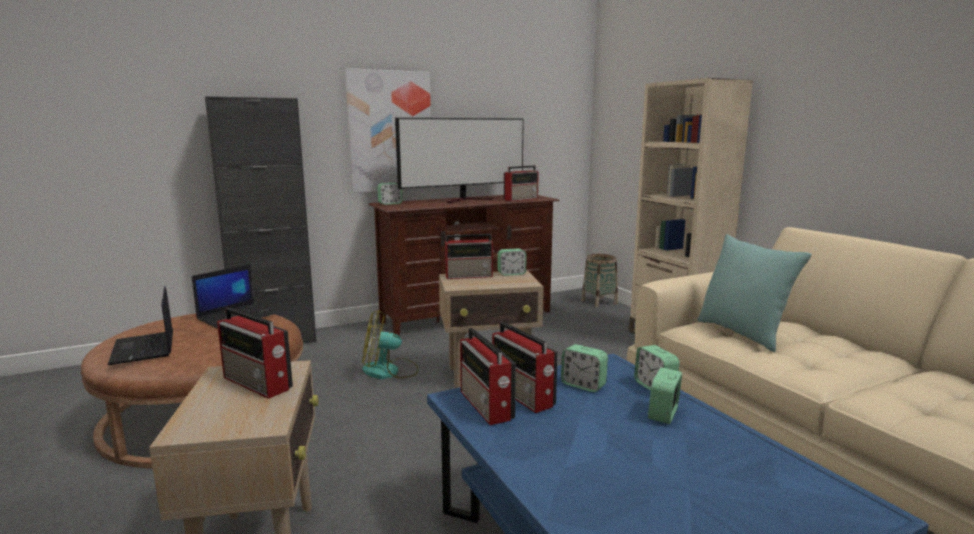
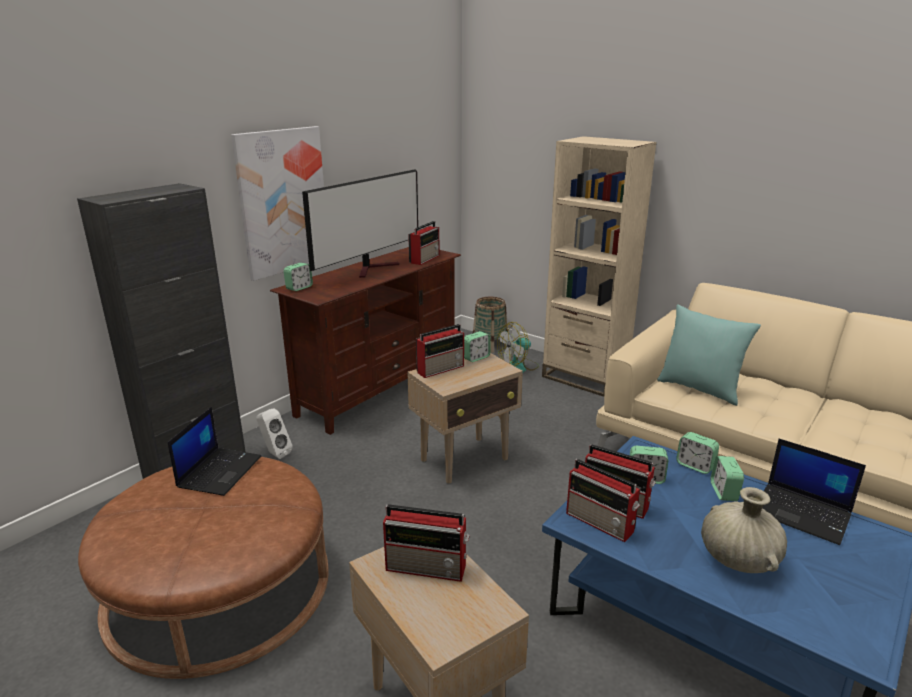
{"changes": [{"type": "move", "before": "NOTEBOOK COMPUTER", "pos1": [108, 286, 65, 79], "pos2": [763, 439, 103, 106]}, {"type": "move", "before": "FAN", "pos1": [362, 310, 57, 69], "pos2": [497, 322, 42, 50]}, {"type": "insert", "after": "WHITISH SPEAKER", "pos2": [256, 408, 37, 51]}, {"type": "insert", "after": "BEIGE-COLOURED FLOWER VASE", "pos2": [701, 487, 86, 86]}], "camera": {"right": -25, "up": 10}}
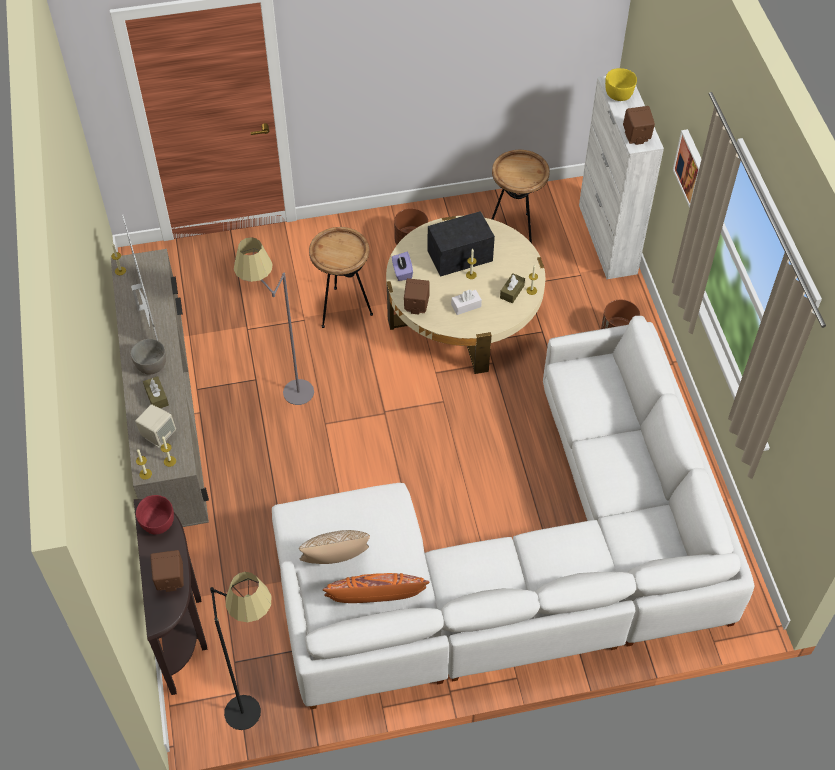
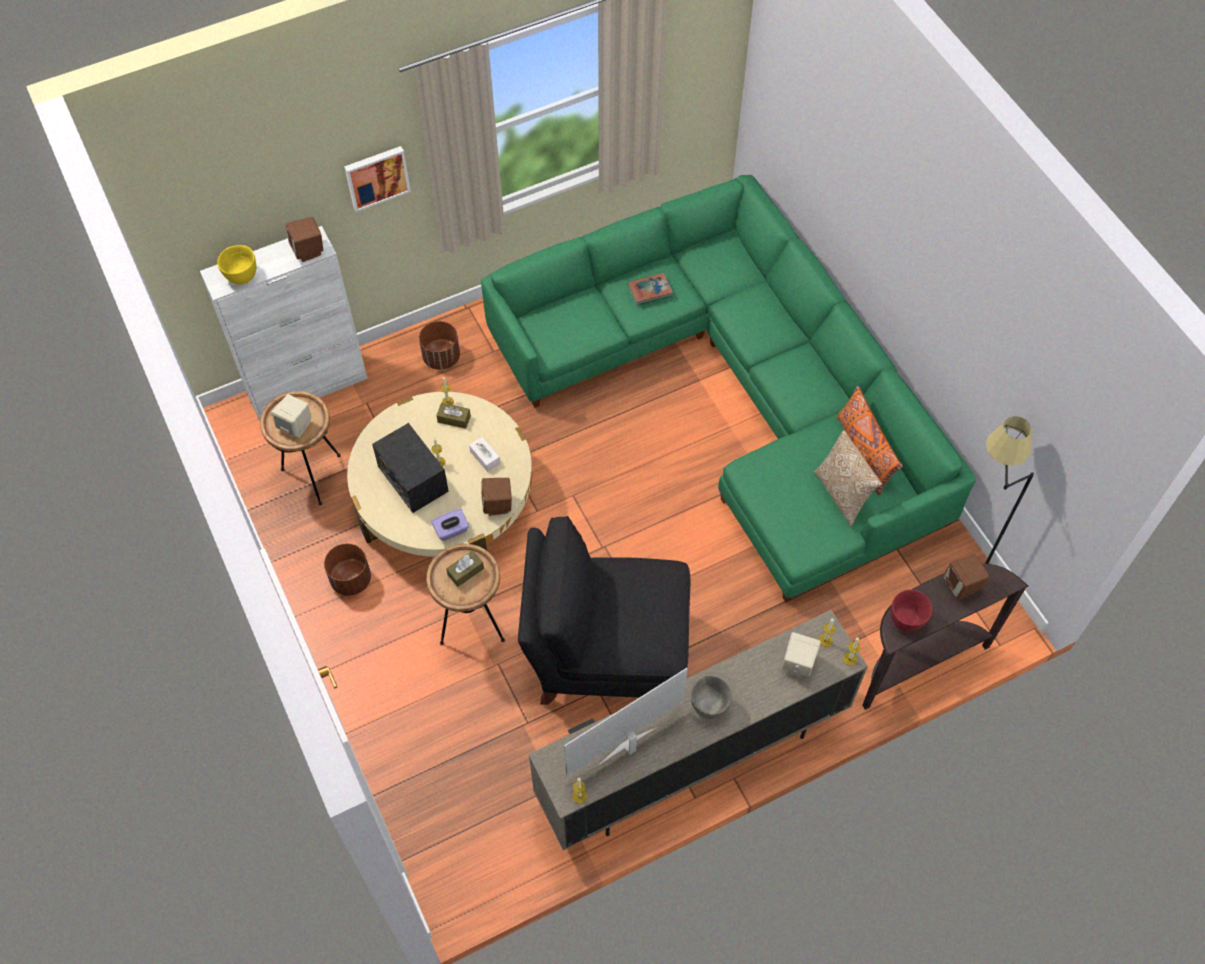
{"changes": [{"type": "move", "before": "BROWNISH TISSUE HOLDER", "pos1": [143, 376, 26, 32], "pos2": [446, 551, 38, 36]}, {"type": "replace", "before": "GREYISH STANDING LAMP", "after": "BLACK EASY CHAIR", "pos1": [234, 237, 80, 168], "pos2": [518, 516, 172, 189]}, {"type": "recolor", "before": "WHITISH SOFA", "after": "GREEN-COLOURED SOFA", "pos1": [272, 316, 482, 393], "pos2": [481, 175, 495, 427]}, {"type": "insert", "after": "BEIGE-COLOURED SPEAKER", "pos2": [272, 394, 39, 44]}, {"type": "insert", "after": "BOUND BOOK", "pos2": [627, 273, 46, 33]}], "camera": {"right": -105, "up": 5}}
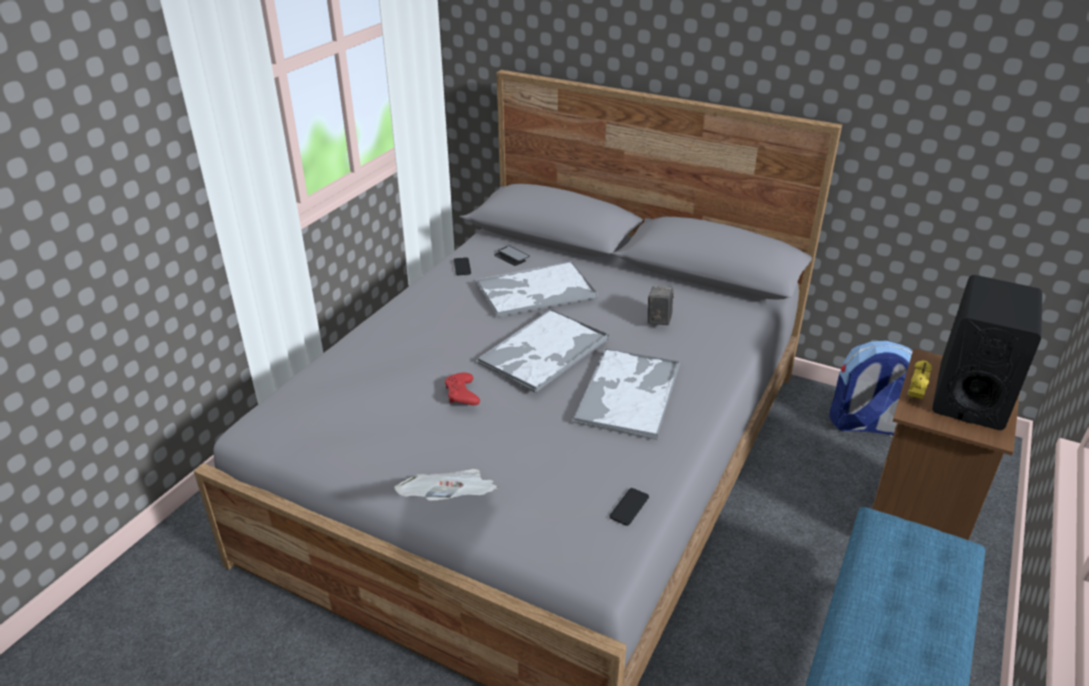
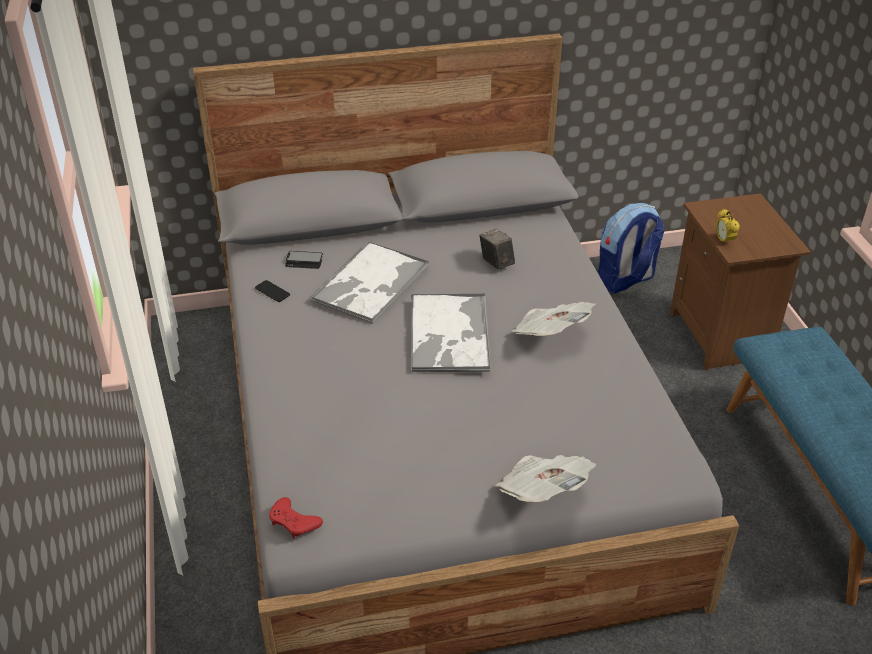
{"changes": [{"type": "move", "before": "RED GAME CONTROLLER", "pos1": [445, 373, 35, 32], "pos2": [269, 497, 54, 41]}, {"type": "replace", "before": "CARRYING TRAY", "after": "PRINTED PAPER", "pos1": [573, 349, 107, 91], "pos2": [511, 302, 85, 34]}, {"type": "delete", "before": "PHONE", "pos1": [610, 488, 39, 38]}, {"type": "delete", "before": "BLACK SPEAKER", "pos1": [932, 275, 110, 155]}], "camera": {"right": -40, "up": 5}}
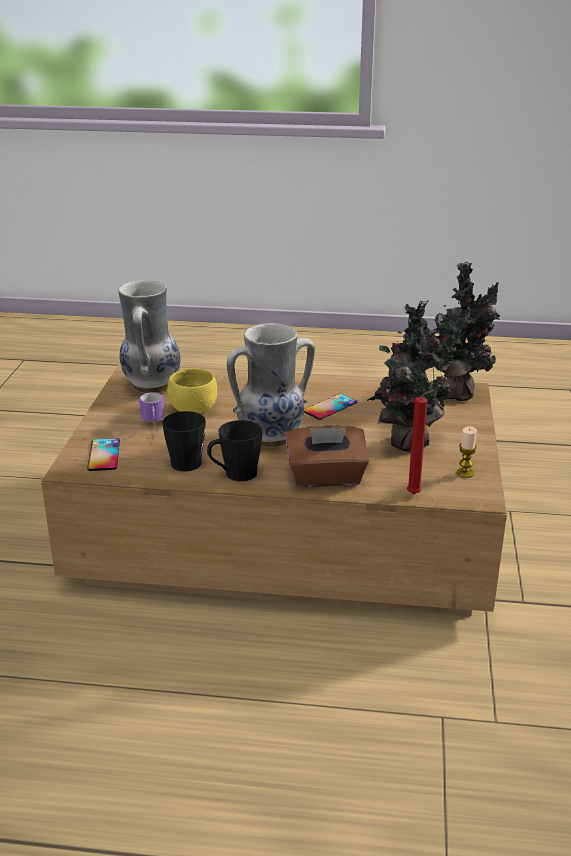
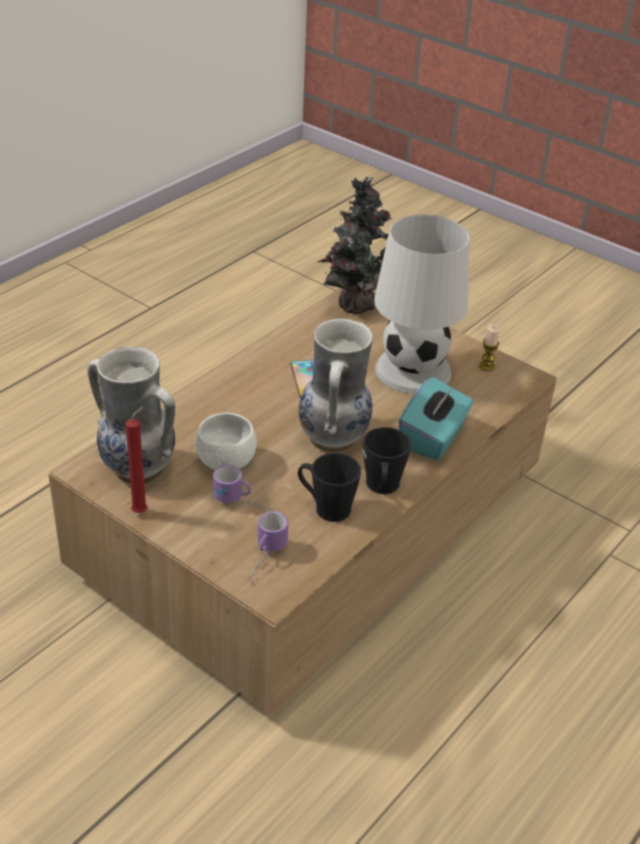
{"changes": [{"type": "replace", "before": "PHONE", "after": "COFFEE MUG", "pos1": [87, 438, 33, 33], "pos2": [248, 511, 40, 70]}, {"type": "recolor", "before": "YELLOW SERVING BOWL", "after": "WHITISH SERVING BOWL", "pos1": [167, 368, 50, 46], "pos2": [195, 413, 62, 57]}, {"type": "recolor", "before": "BROWNISH TISSUE HOLDER", "after": "BLUE-GREEN TISSUE HOLDER", "pos1": [285, 425, 84, 63], "pos2": [399, 377, 74, 84]}, {"type": "replace", "before": "POTTED PLANT", "after": "WHITISH TABLE LAMP", "pos1": [367, 300, 84, 152], "pos2": [374, 214, 95, 180]}, {"type": "move", "before": "RED WAX CANDLE", "pos1": [407, 390, 28, 104], "pos2": [126, 406, 21, 107]}], "camera": {"right": -60, "up": 10}}
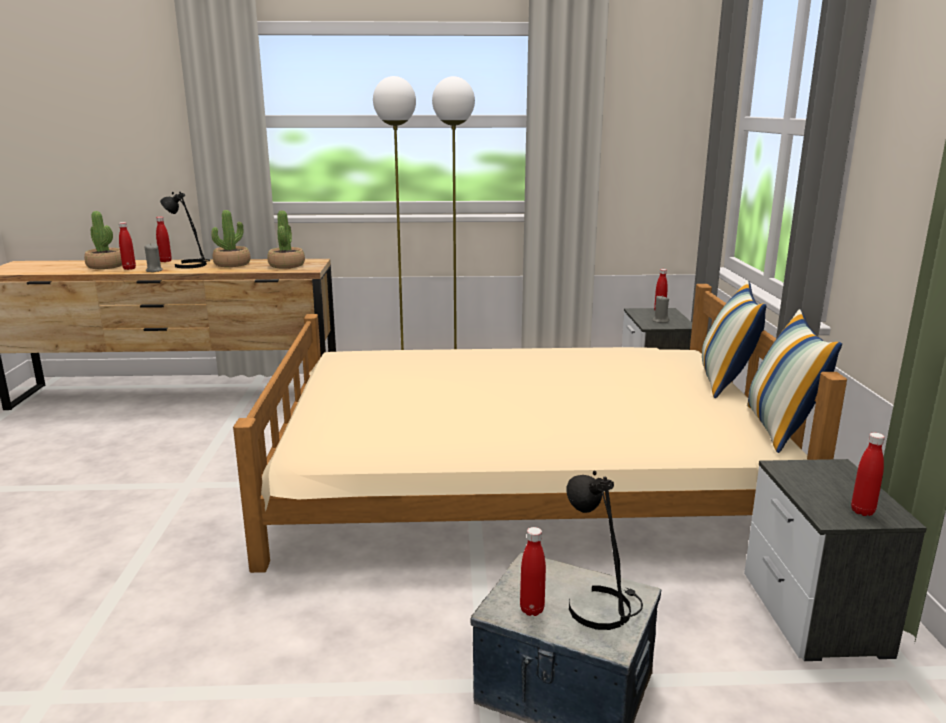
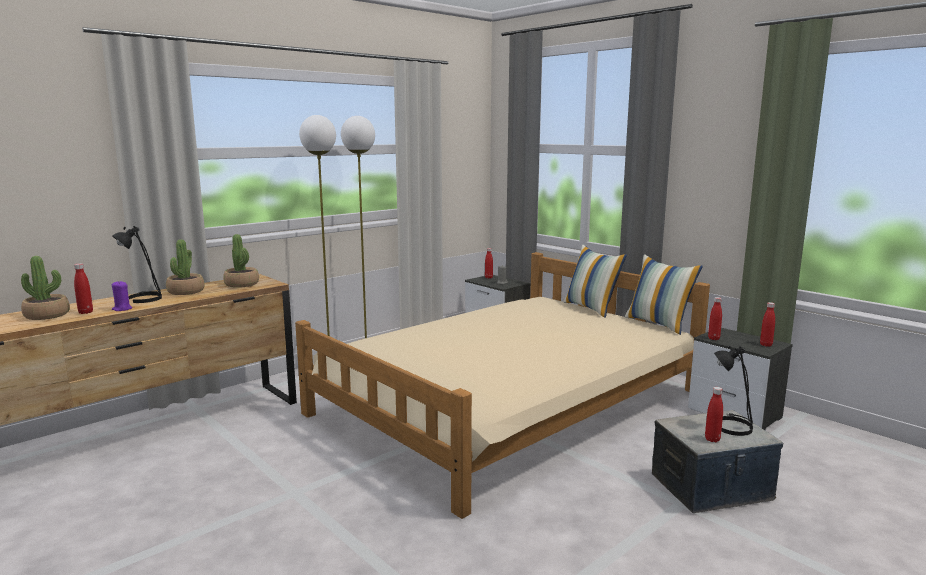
{"changes": [{"type": "recolor", "before": "GREYISH WAX CANDLE", "after": "PURPLE-COLOURED WAX CANDLE", "pos1": [144, 243, 19, 29], "pos2": [112, 281, 20, 30]}, {"type": "move", "before": "RED BOTTLE", "pos1": [156, 217, 16, 45], "pos2": [708, 297, 14, 43]}], "camera": {"right": -40, "up": -5}}
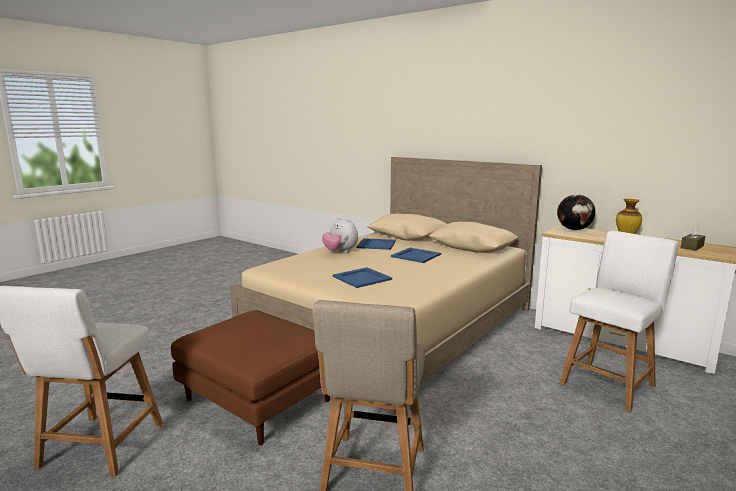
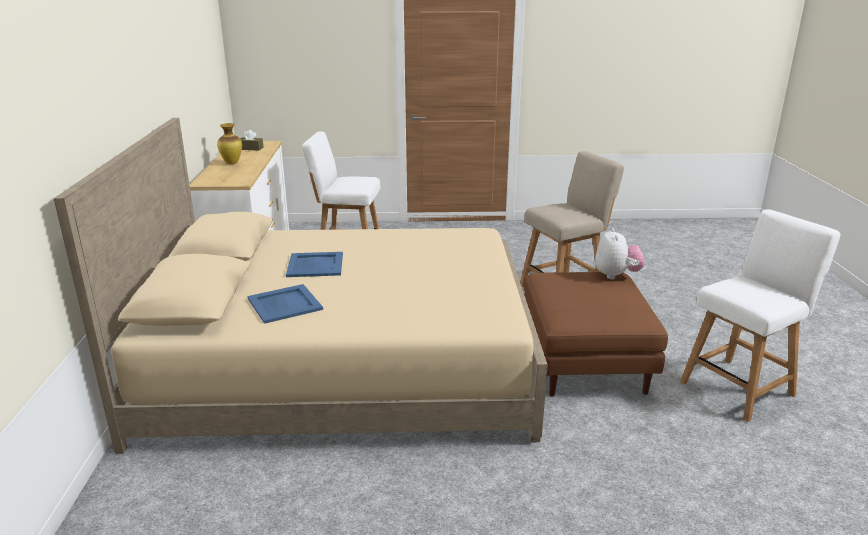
{"changes": [{"type": "move", "before": "SOFT TOY", "pos1": [322, 217, 36, 36], "pos2": [595, 228, 50, 51]}, {"type": "delete", "before": "BLUE-COLOURED CARRYING TRAY", "pos1": [333, 267, 59, 21]}, {"type": "delete", "before": "WORLD GLOBE", "pos1": [557, 194, 38, 36]}], "camera": {"right": -130, "up": 10}}
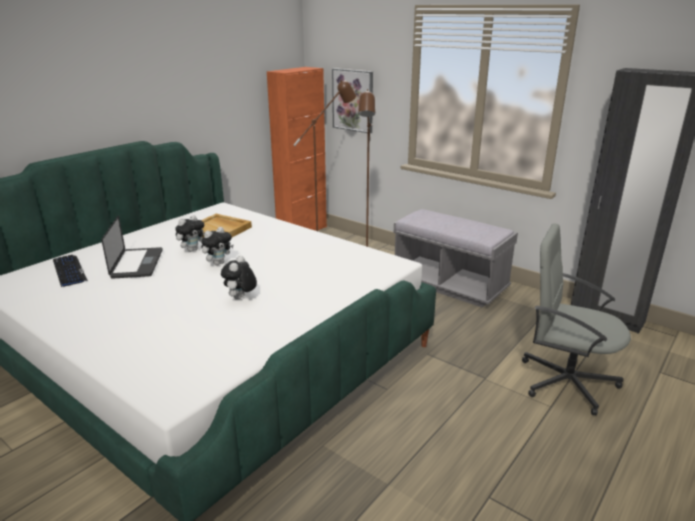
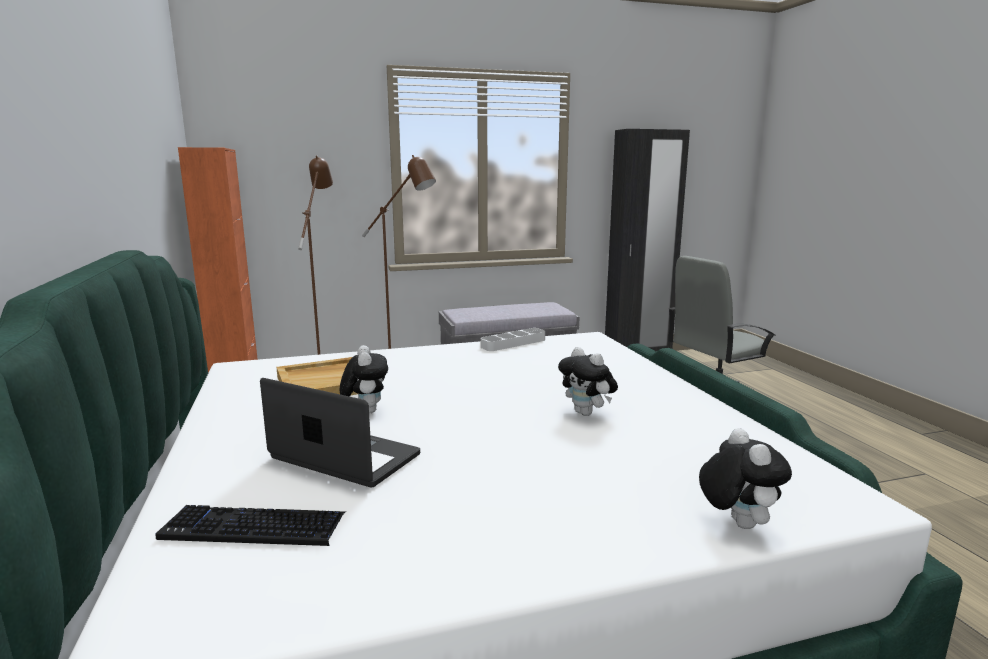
{"changes": [{"type": "move", "before": "SOFT TOY", "pos1": [201, 227, 33, 38], "pos2": [699, 428, 93, 101]}, {"type": "delete", "before": "WALL PICTURE", "pos1": [332, 68, 41, 65]}, {"type": "insert", "after": "WHITISH CARRYING TRAY", "pos2": [481, 328, 64, 23]}], "camera": {"right": -55, "up": -10}}
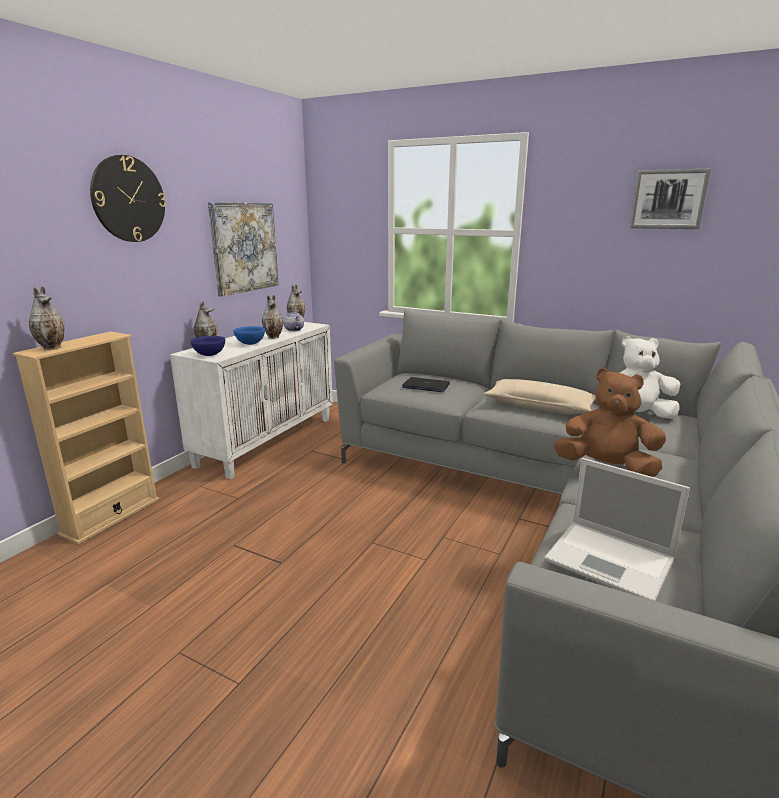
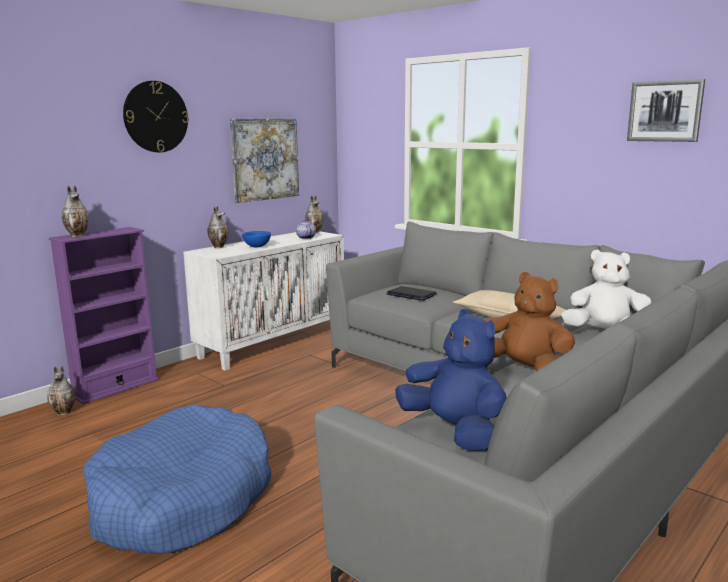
{"changes": [{"type": "recolor", "before": "BEIGE-COLOURED BOOKSHELF", "after": "PURPLE-COLOURED BOOKSHELF", "pos1": [13, 331, 146, 213], "pos2": [49, 227, 110, 177]}, {"type": "delete", "before": "BLUE-COLOURED SERVING BOWL", "pos1": [190, 336, 35, 20]}, {"type": "move", "before": "FLOWER VASE", "pos1": [262, 295, 21, 44], "pos2": [47, 366, 28, 50]}, {"type": "replace", "before": "NOTEBOOK COMPUTER", "after": "BLUE-COLOURED SOFT TOY", "pos1": [544, 458, 146, 143], "pos2": [395, 309, 112, 141]}, {"type": "insert", "after": "BLUE-COLOURED PET BED", "pos2": [83, 404, 189, 150]}], "camera": {"right": 15, "up": -5}}
